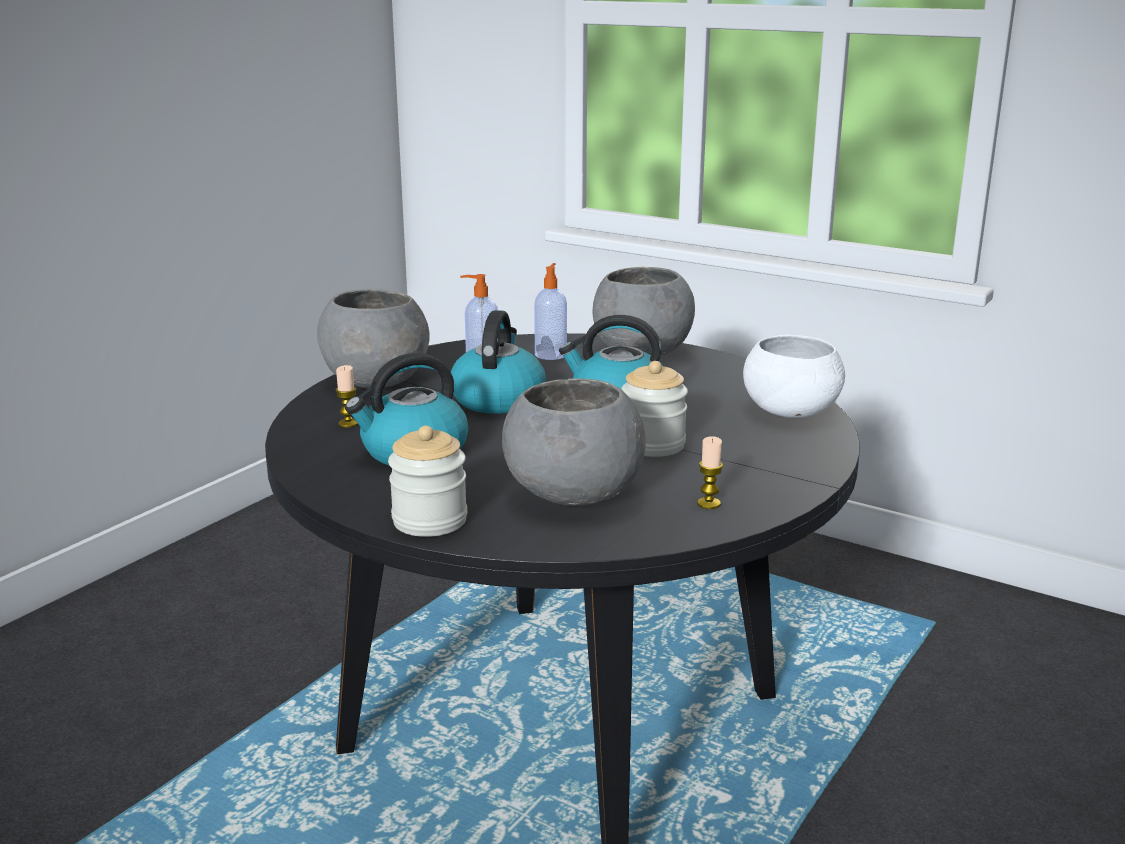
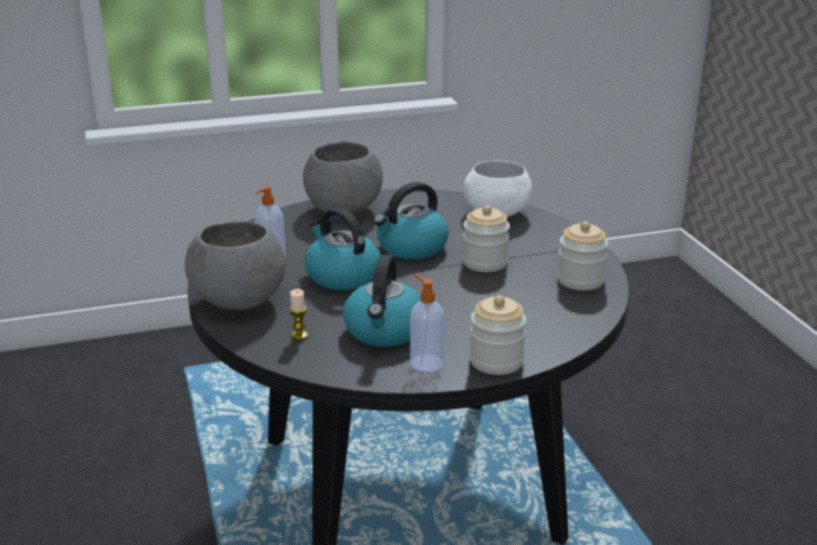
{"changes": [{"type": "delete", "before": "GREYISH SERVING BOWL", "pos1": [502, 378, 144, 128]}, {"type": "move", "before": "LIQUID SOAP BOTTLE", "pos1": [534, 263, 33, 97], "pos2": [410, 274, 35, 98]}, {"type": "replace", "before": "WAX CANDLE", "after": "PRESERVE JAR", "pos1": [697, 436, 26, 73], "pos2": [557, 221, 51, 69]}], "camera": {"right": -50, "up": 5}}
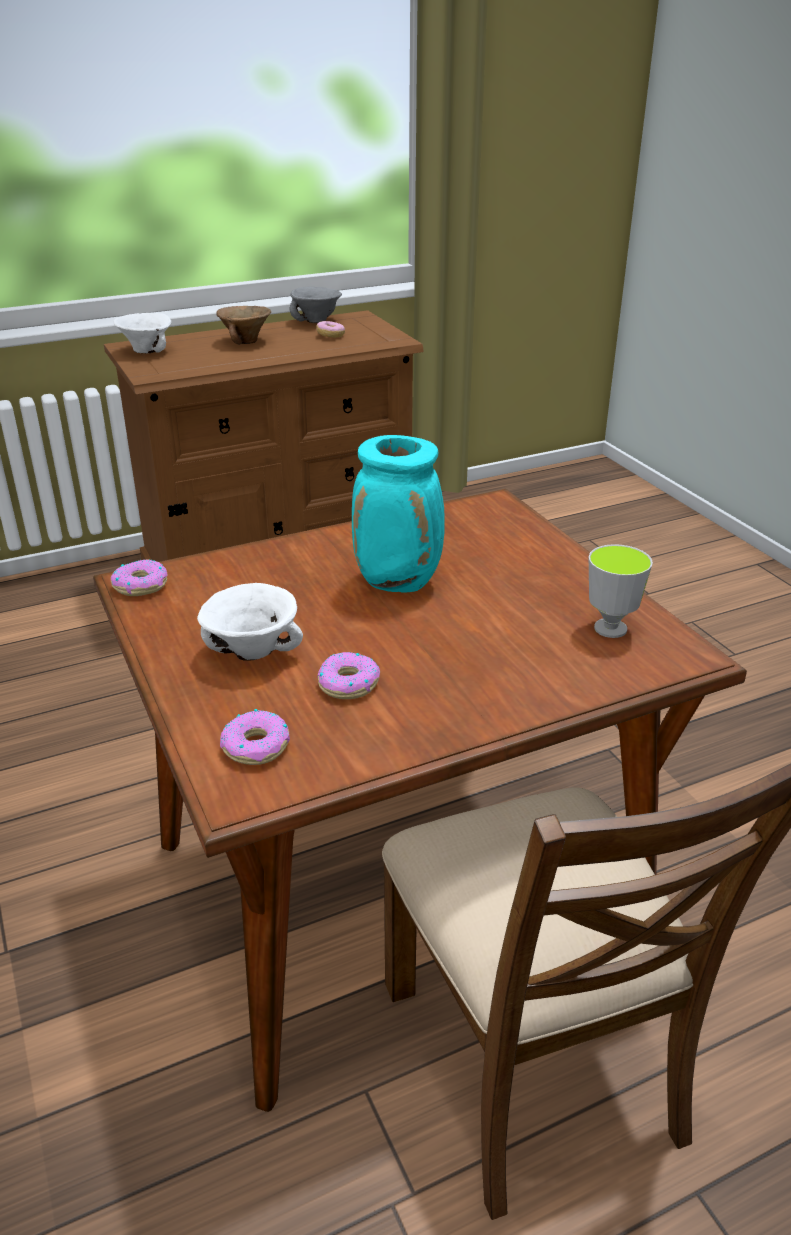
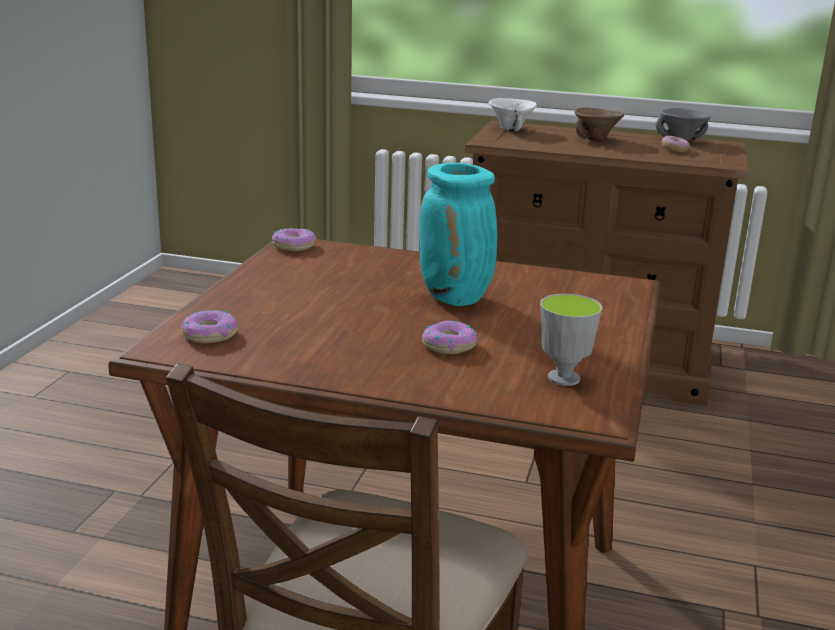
{"changes": [{"type": "delete", "before": "WHITISH SERVING BOWL", "pos1": [197, 583, 106, 77]}, {"type": "move", "before": "DONUT", "pos1": [317, 652, 63, 47], "pos2": [422, 320, 55, 34]}], "camera": {"right": 40, "up": -10}}
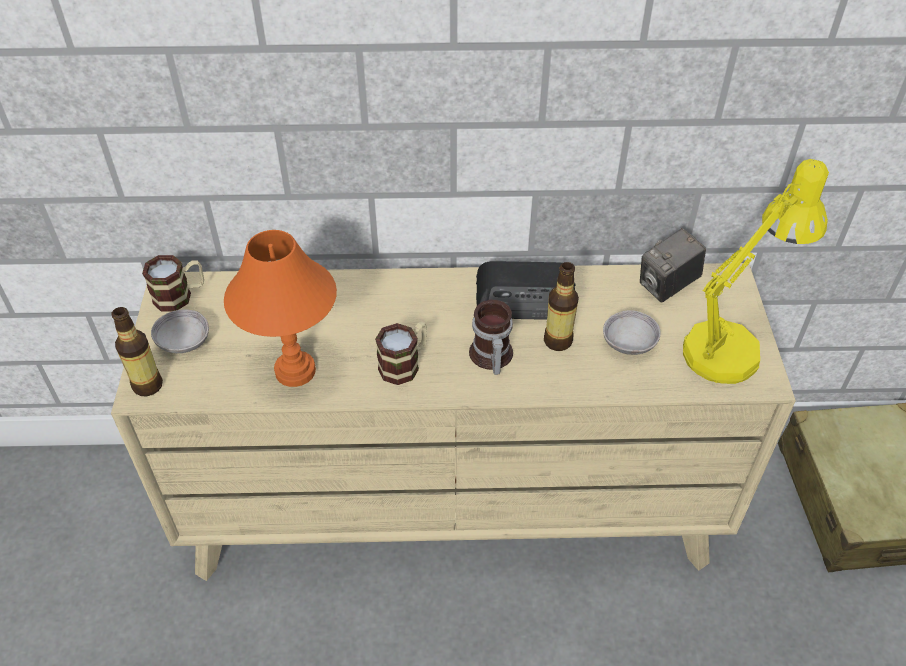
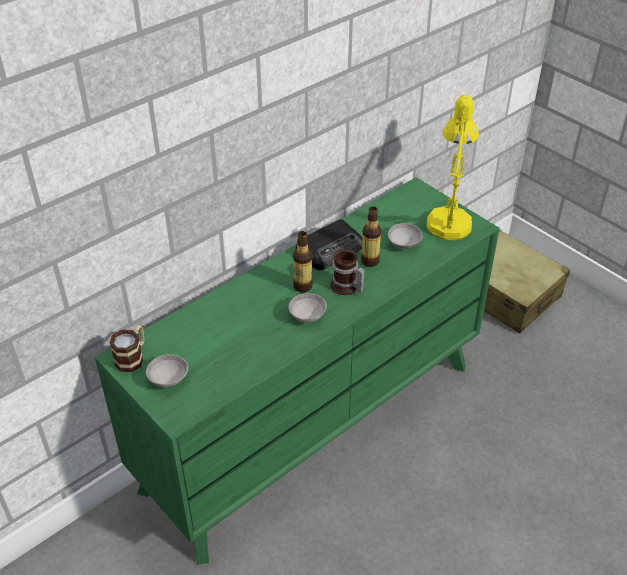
{"changes": [{"type": "recolor", "before": "BEIGE-COLOURED CHEST OF DRAWERS", "after": "GREEN-COLOURED CHEST OF DRAWERS", "pos1": [111, 263, 685, 318], "pos2": [95, 177, 405, 388]}, {"type": "move", "before": "BOTTLE", "pos1": [112, 307, 51, 89], "pos2": [293, 231, 20, 61]}, {"type": "delete", "before": "ORANGE-COLOURED TABLE LAMP", "pos1": [224, 230, 113, 157]}, {"type": "replace", "before": "COFFEE MUG", "after": "GREYISH SERVING BOWL", "pos1": [375, 322, 52, 63], "pos2": [289, 293, 38, 30]}, {"type": "delete", "before": "STILL CAMERA", "pos1": [640, 228, 66, 75]}], "camera": {"right": -40, "up": -5}}
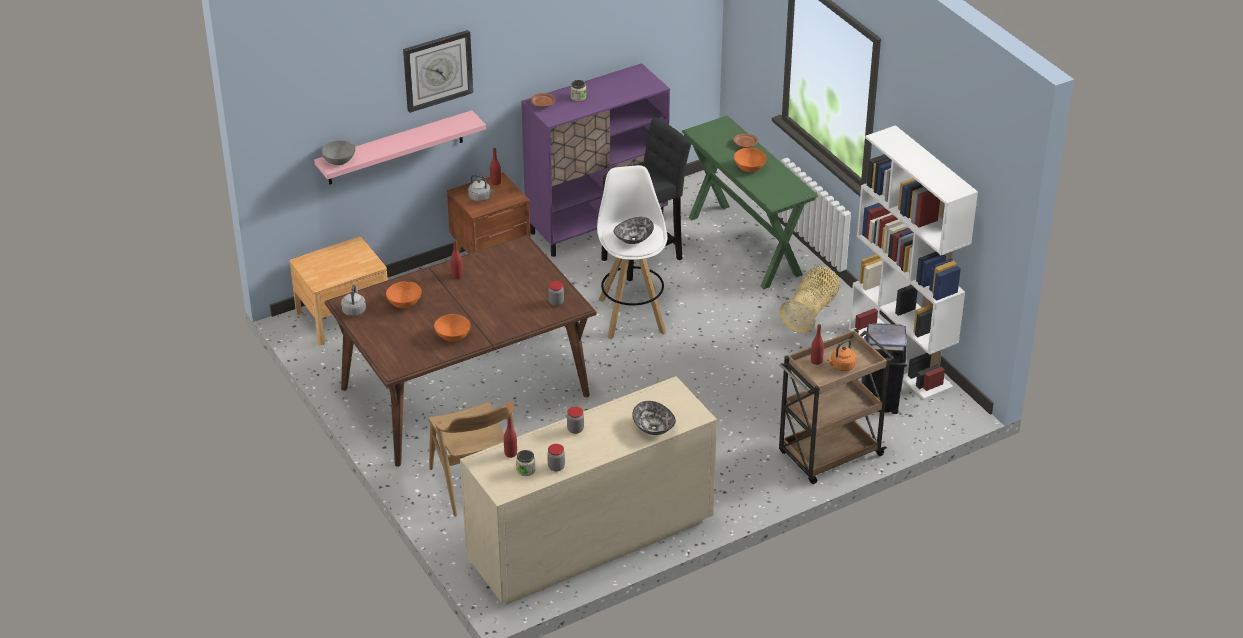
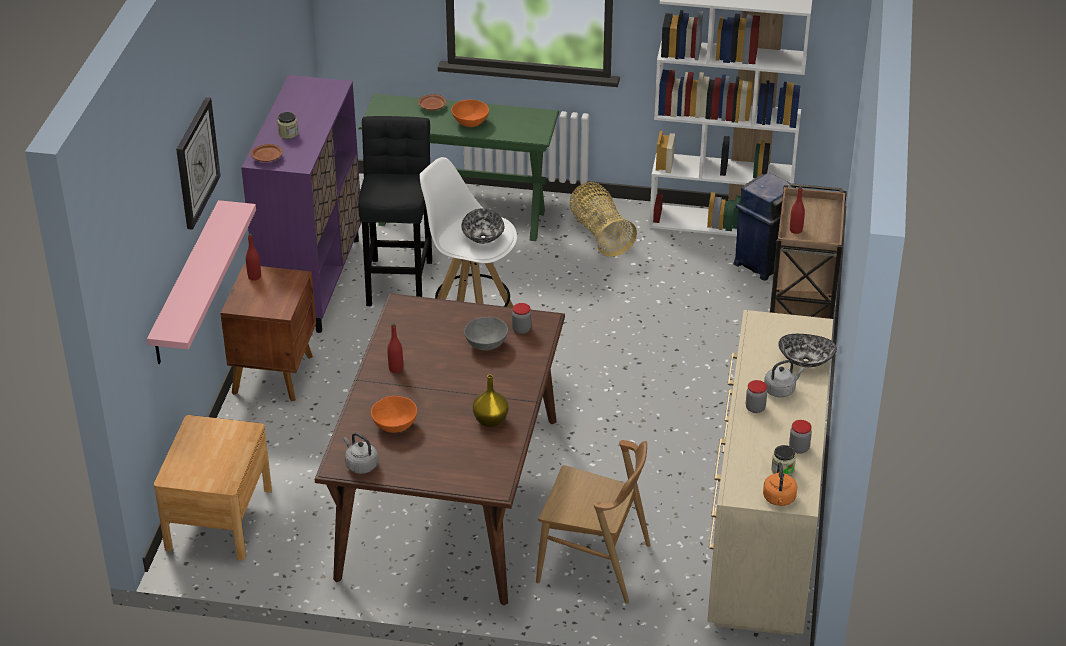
{"changes": [{"type": "move", "before": "GREYISH SERVING BOWL", "pos1": [321, 140, 35, 25], "pos2": [464, 317, 44, 34]}, {"type": "replace", "before": "ORANGE-COLOURED SERVING BOWL", "after": "YELLOW FLOWER VASE", "pos1": [434, 314, 36, 28], "pos2": [473, 375, 36, 52]}, {"type": "move", "before": "GREYISH WATER KETTLE", "pos1": [468, 174, 27, 28], "pos2": [764, 360, 40, 37]}, {"type": "delete", "before": "RED BOTTLE", "pos1": [504, 415, 13, 43]}, {"type": "move", "before": "ORANGE-COLOURED WATER KETTLE", "pos1": [827, 339, 29, 32], "pos2": [763, 462, 34, 44]}], "camera": {"right": -50, "up": 0}}
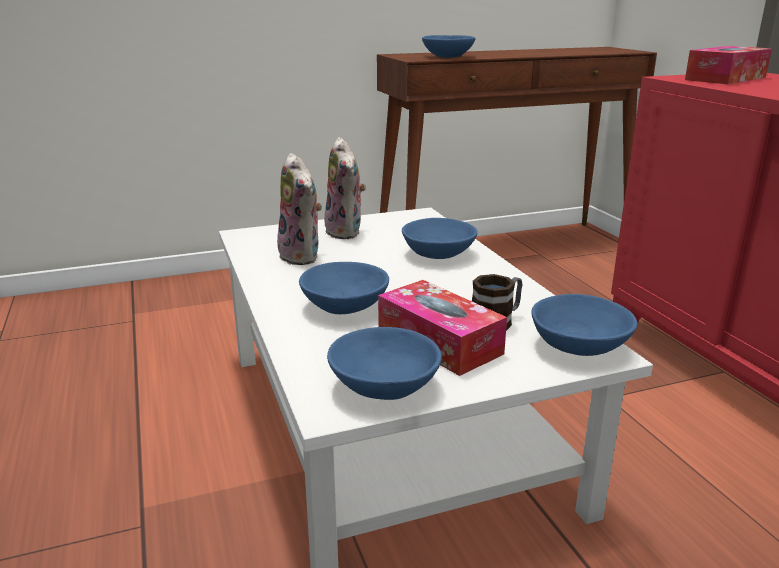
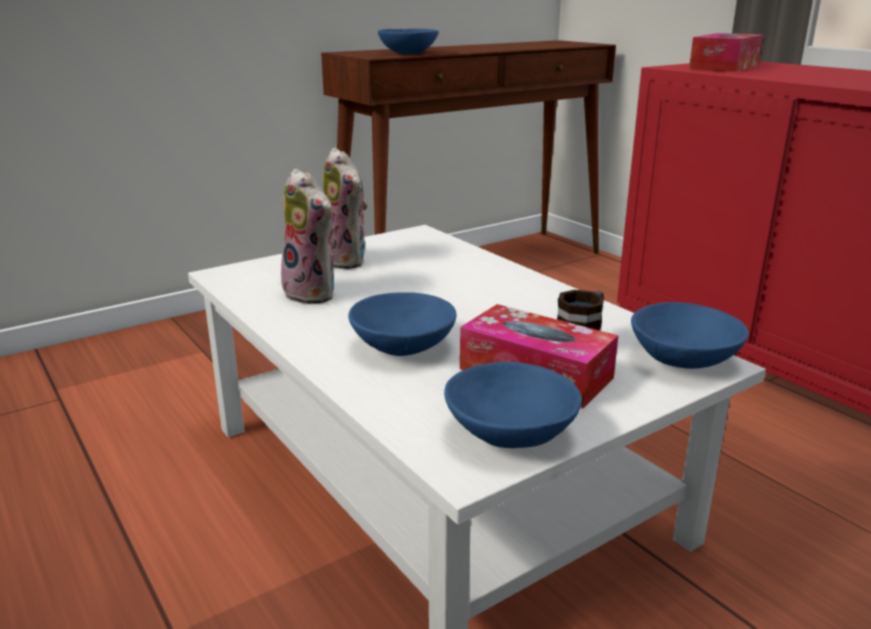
{"changes": [{"type": "delete", "before": "BLUE-COLOURED SERVING BOWL", "pos1": [402, 218, 75, 41]}], "camera": {"right": -15, "up": 0}}
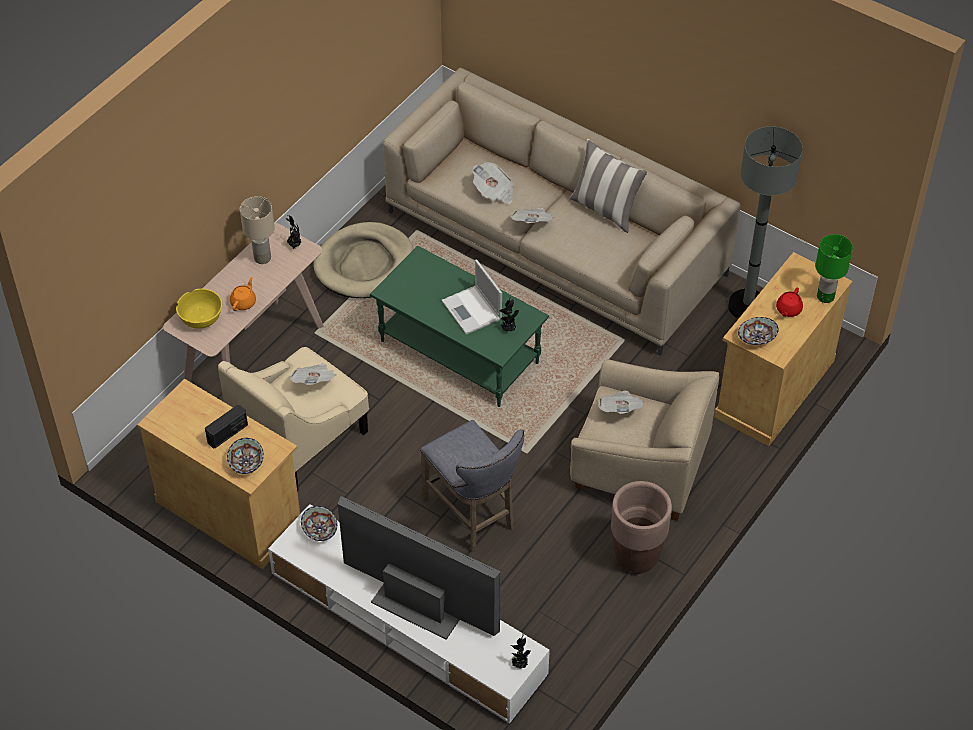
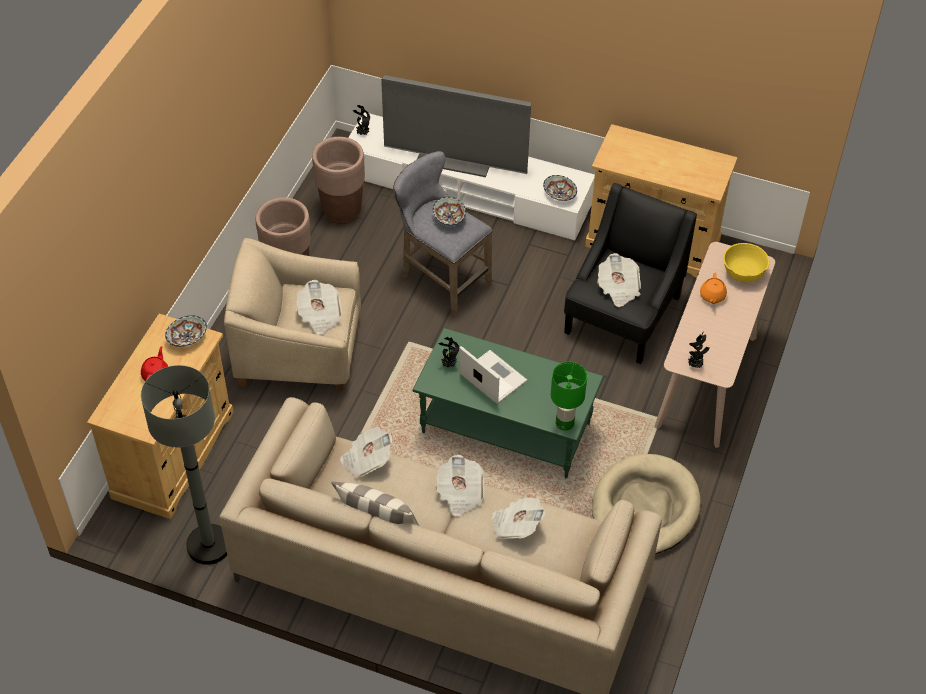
{"changes": [{"type": "delete", "before": "RADIO RECEIVER", "pos1": [205, 405, 43, 44]}, {"type": "recolor", "before": "BEIGE-COLOURED EASY CHAIR", "after": "BLACK EASY CHAIR", "pos1": [218, 347, 151, 144], "pos2": [564, 183, 133, 181]}, {"type": "move", "before": "SERVING BOWL", "pos1": [227, 438, 37, 36], "pos2": [433, 197, 33, 29]}, {"type": "delete", "before": "BEIGE-COLOURED TABLE LAMP", "pos1": [240, 196, 35, 68]}, {"type": "move", "before": "GREEN-COLOURED TABLE LAMP", "pos1": [815, 234, 38, 69], "pos2": [551, 362, 36, 68]}, {"type": "insert", "after": "BROWNISH PLANT POT", "pos2": [312, 137, 53, 87]}, {"type": "insert", "after": "PRINTED PAPER", "pos2": [340, 427, 53, 51]}], "camera": {"right": 165, "up": 0}}
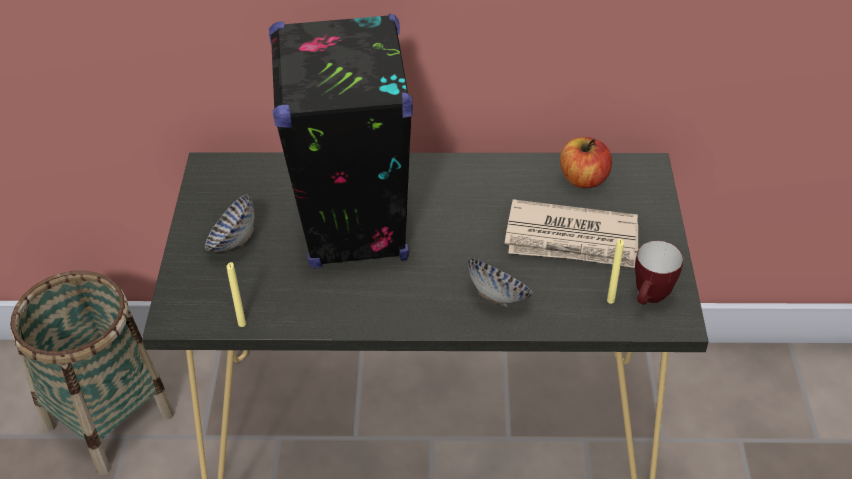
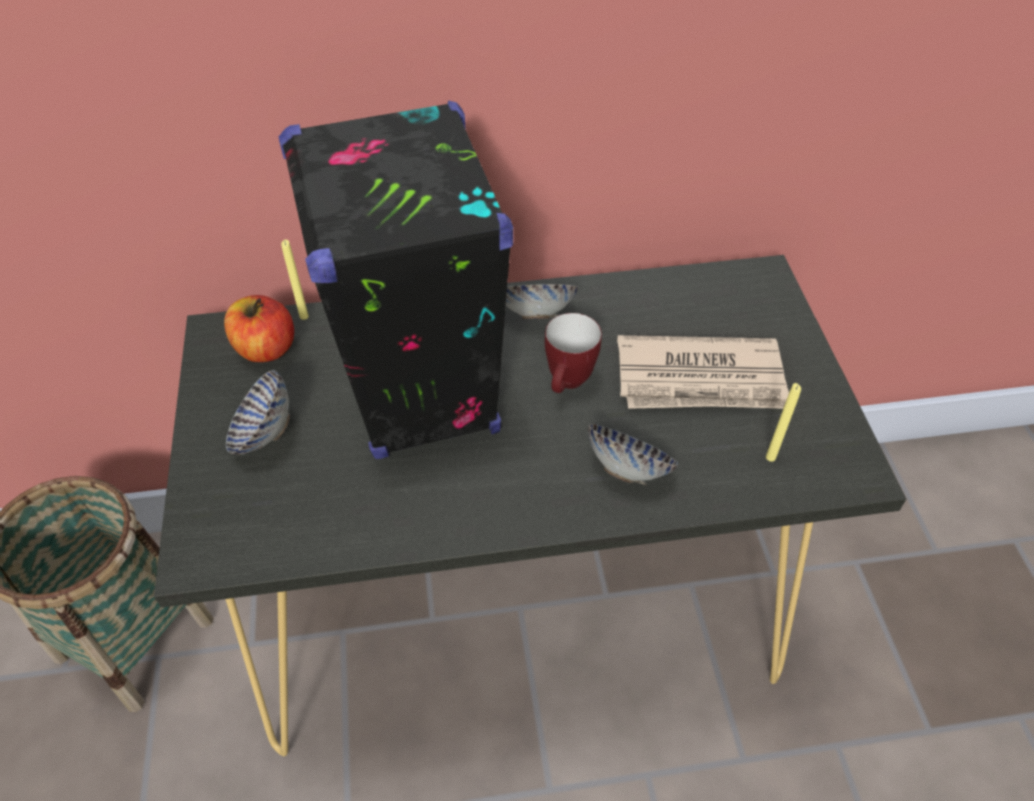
{"changes": [{"type": "move", "before": "YELLOW WAX CANDLE", "pos1": [227, 262, 19, 65], "pos2": [281, 240, 28, 80]}, {"type": "move", "before": "APPLE FRUIT", "pos1": [560, 137, 52, 51], "pos2": [224, 295, 70, 67]}, {"type": "move", "before": "COFFEE MUG", "pos1": [635, 241, 48, 64], "pos2": [545, 313, 57, 80]}, {"type": "insert", "after": "SERVING BOWL", "pos2": [506, 284, 72, 35]}], "camera": {"right": -10, "up": 5}}
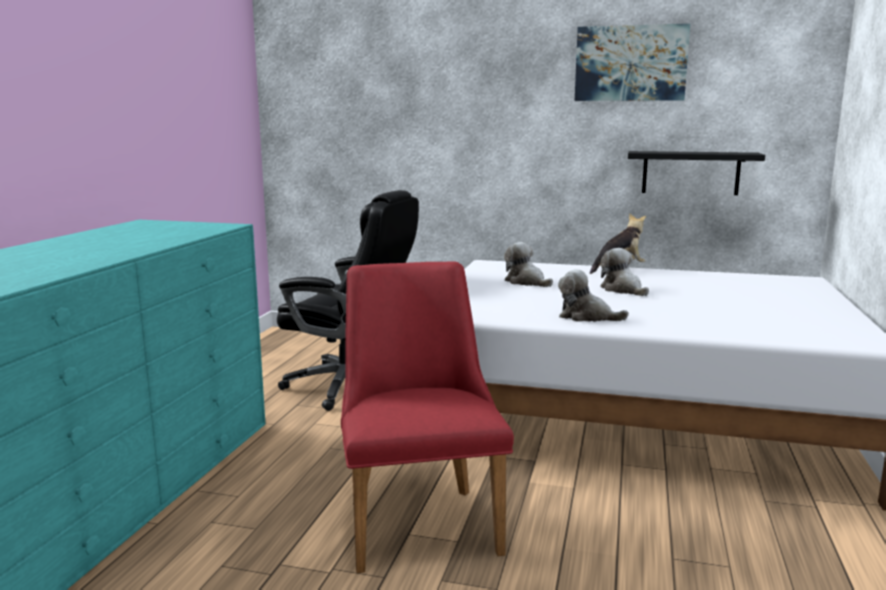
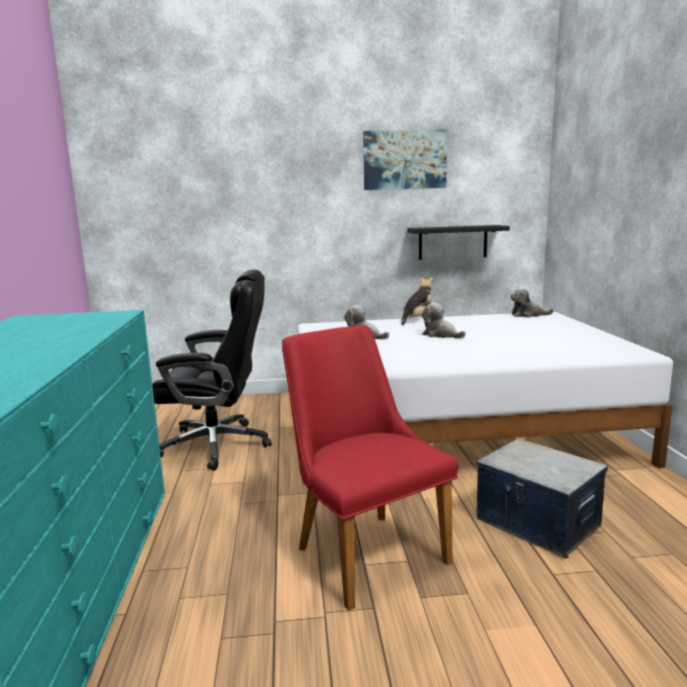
{"changes": [{"type": "move", "before": "SOFT TOY", "pos1": [558, 269, 71, 53], "pos2": [510, 288, 44, 29]}, {"type": "insert", "after": "STORAGE BIN", "pos2": [477, 438, 131, 120]}], "camera": {"right": -20, "up": 0}}
